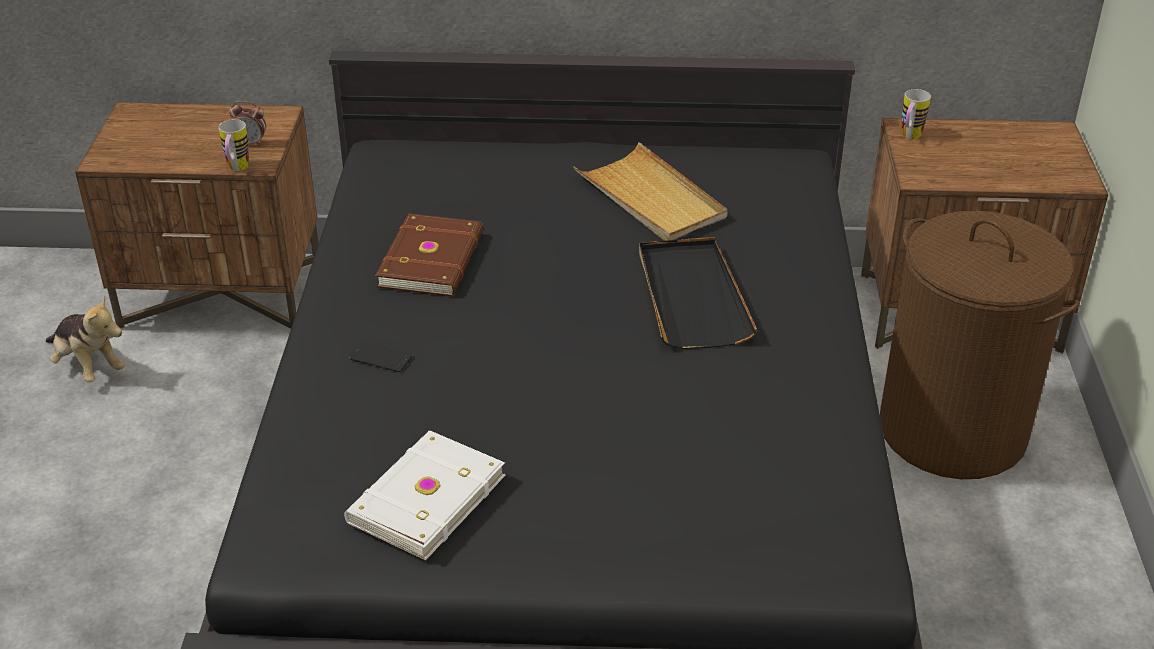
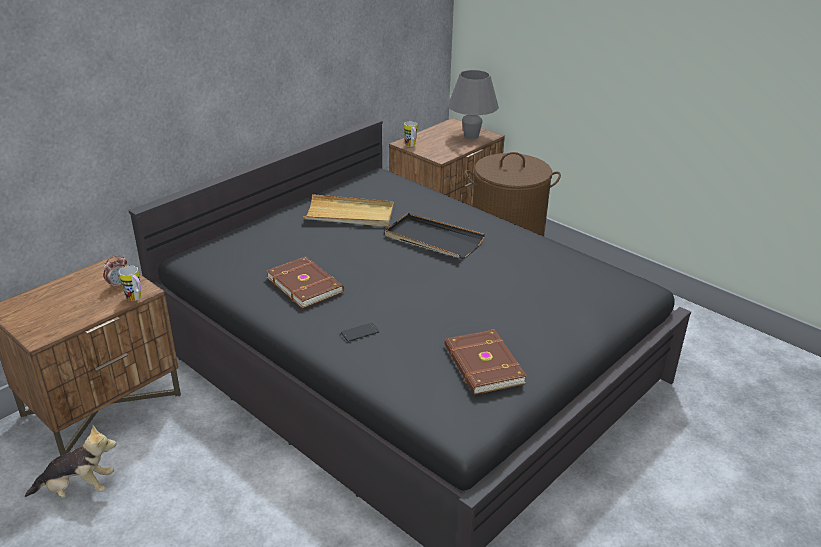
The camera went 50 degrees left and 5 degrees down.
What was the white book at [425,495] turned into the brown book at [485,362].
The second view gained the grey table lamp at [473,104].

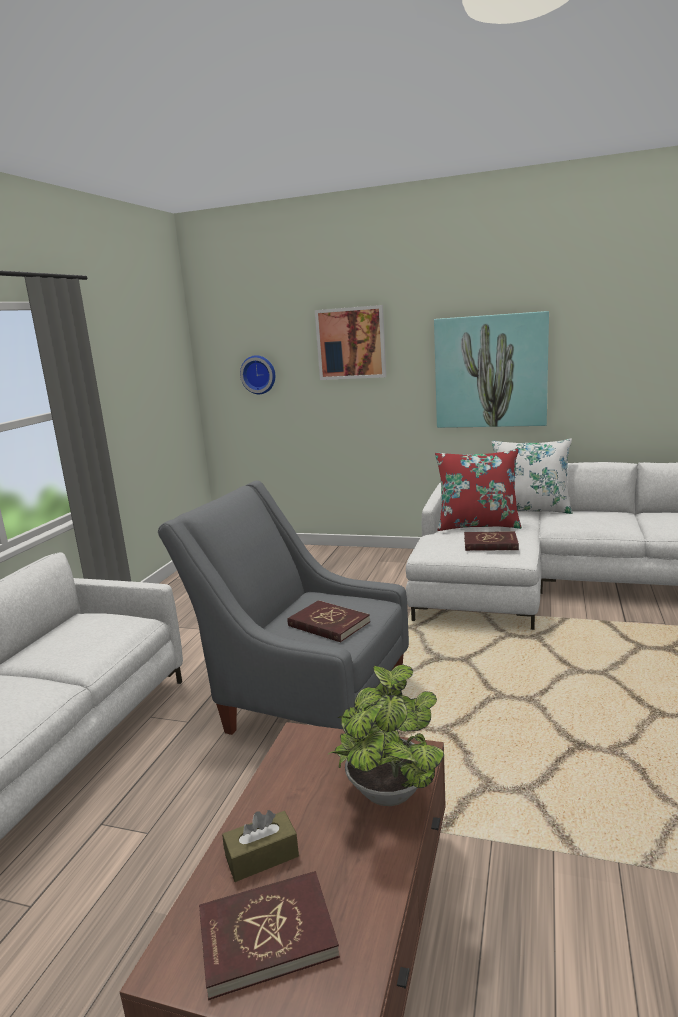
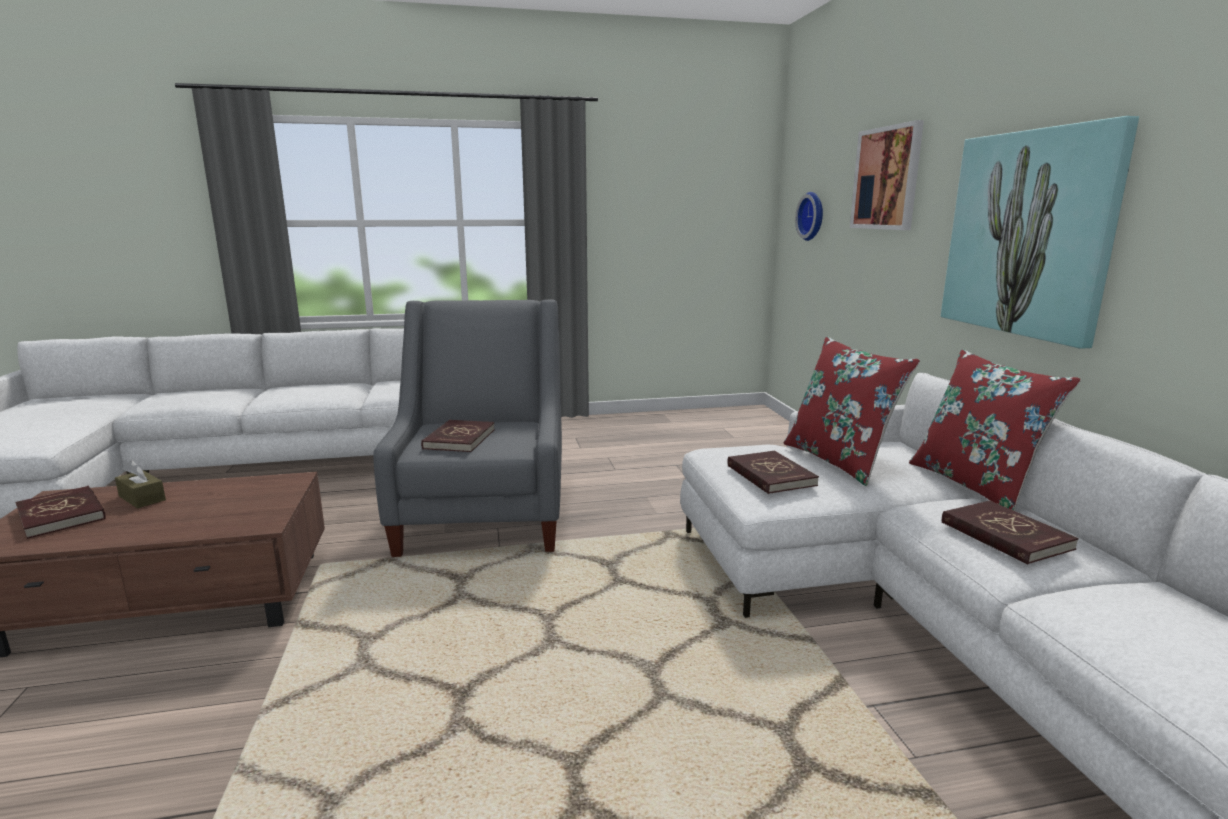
The camera went 60 degrees right and 0 degrees up.
What was the white pillow at [532,476] turned into the red pillow at [995,430].
The second view gained the red book at [1010,532].
The second view lost the potted plant at [386,735].

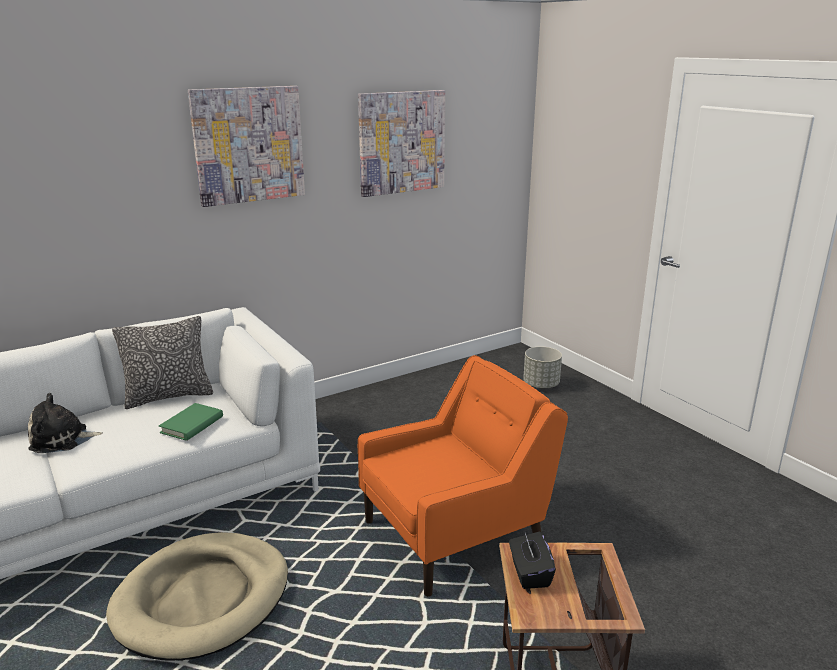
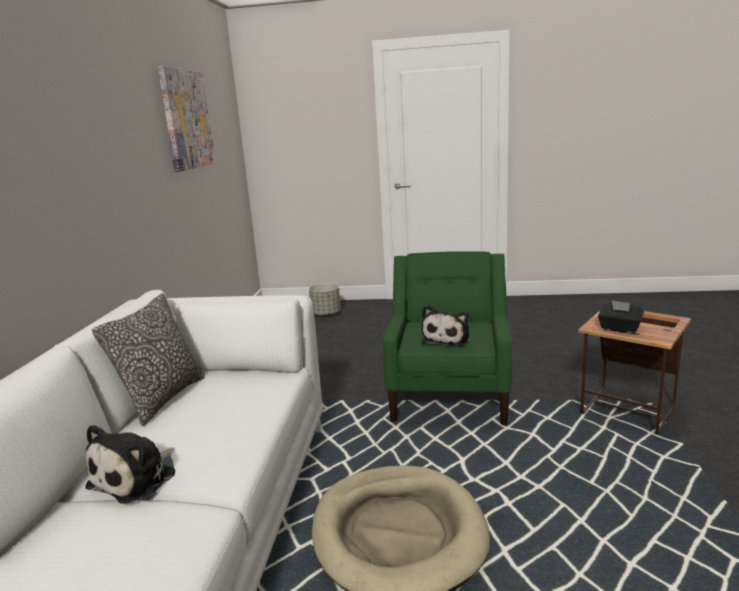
The camera went 50 degrees left and 5 degrees down.
What was the orange armchair at [463,476] turned into the green armchair at [447,338].
The second view gained the plush toy at [445,326].
The second view lost the green book at [191,422].
The second view lost the picture at [246,146].

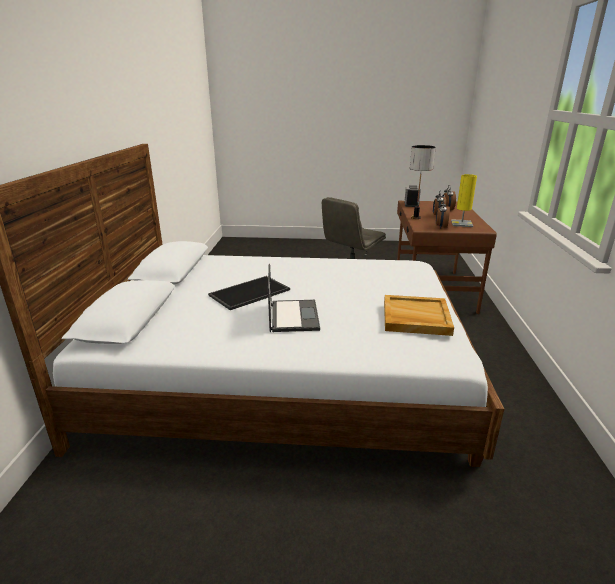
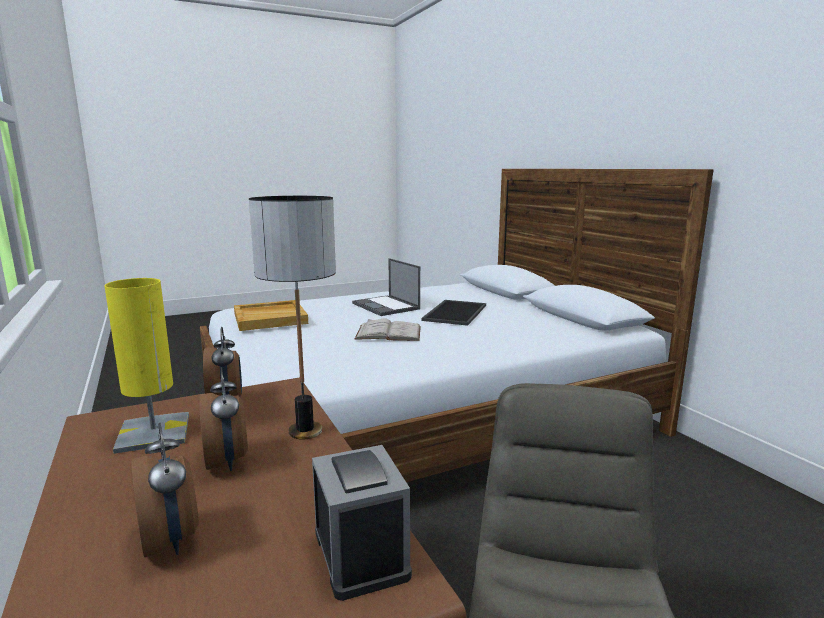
The camera went 150 degrees right and 10 degrees down.
The second view gained the white book at [388,329].

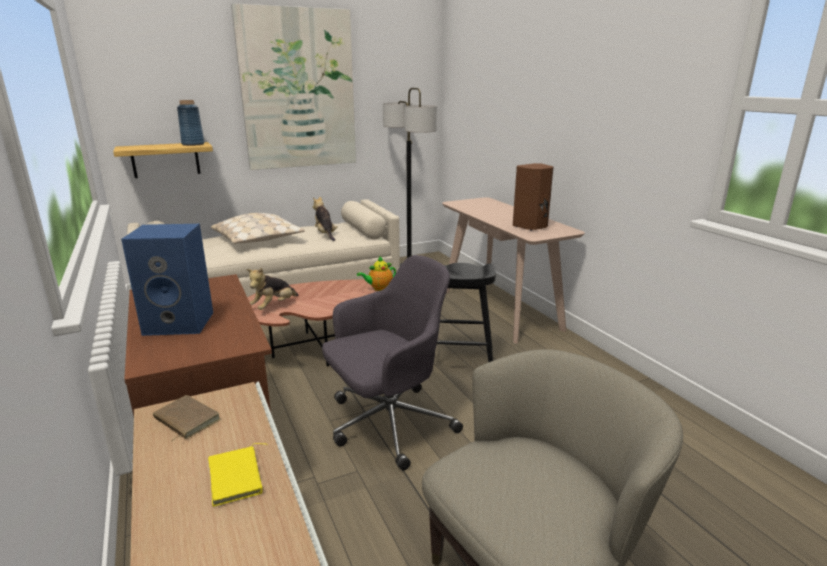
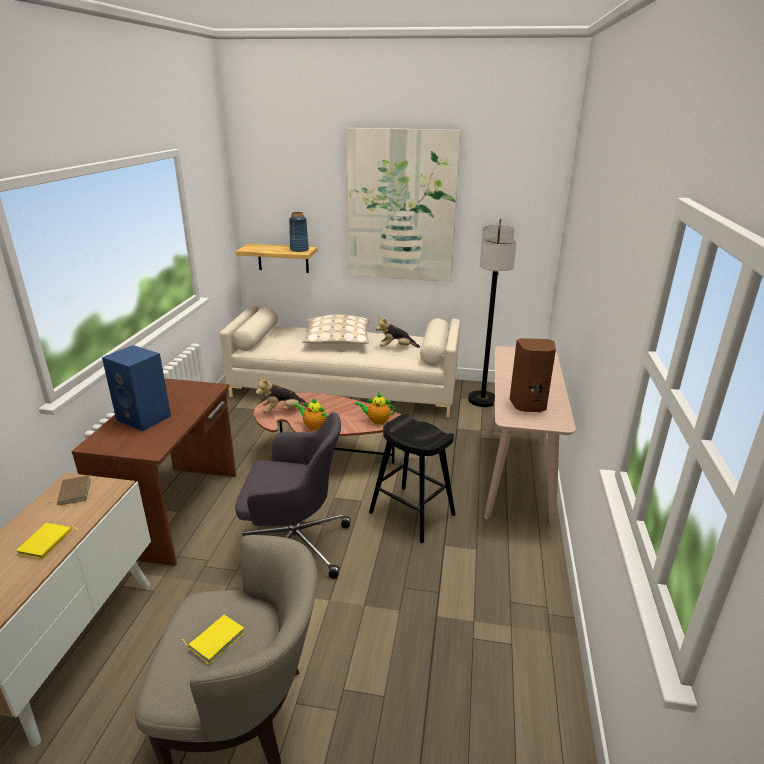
The camera went 35 degrees right and 5 degrees up.
The second view gained the yellow book at [213,639].
The second view gained the teapot at [311,414].
The plush toy at [325,218] ended up facing another way, 105 degrees counterclockwise from before.

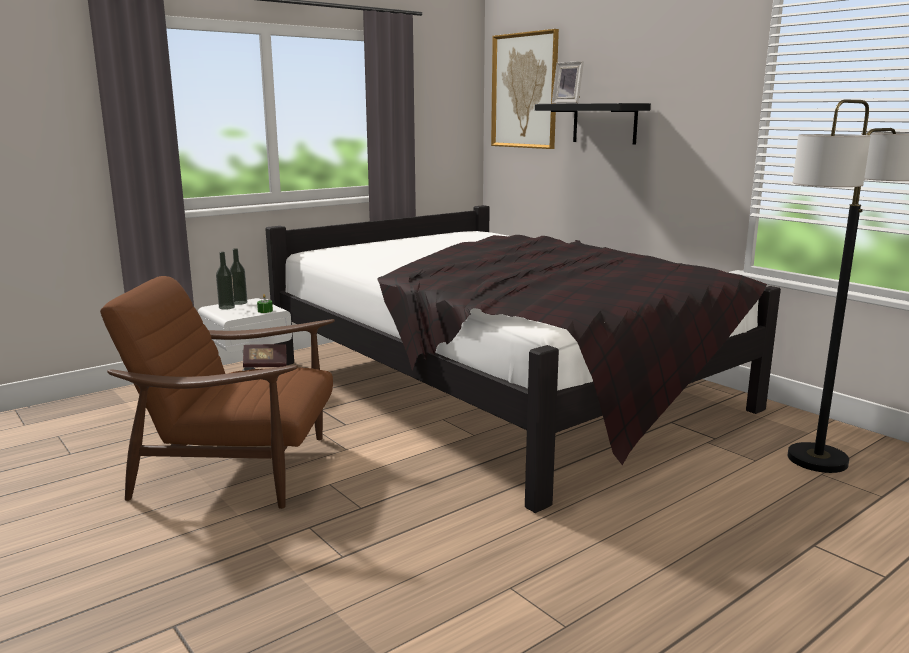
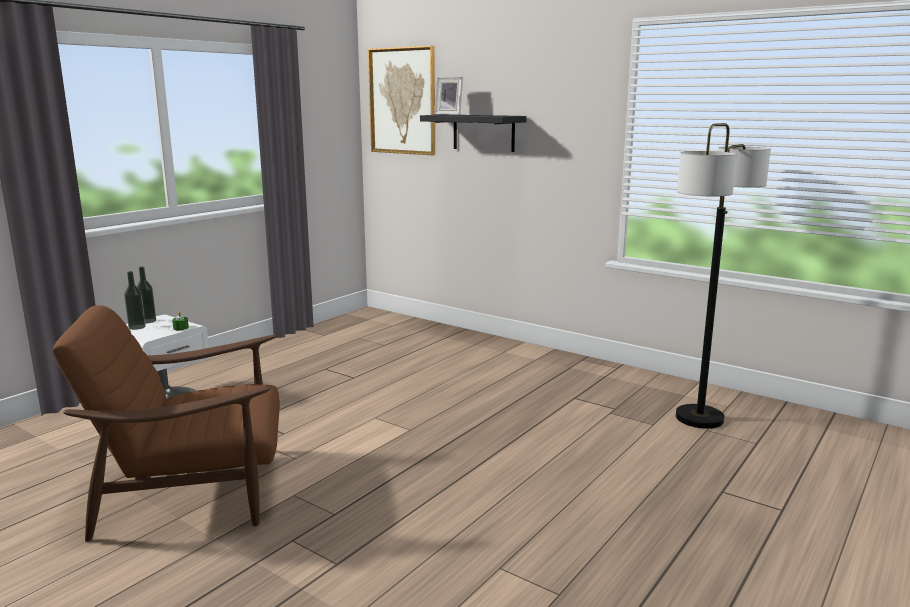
The camera went 15 degrees left and 0 degrees up.
The second view lost the book at [265,356].
The second view lost the black bed at [523,359].

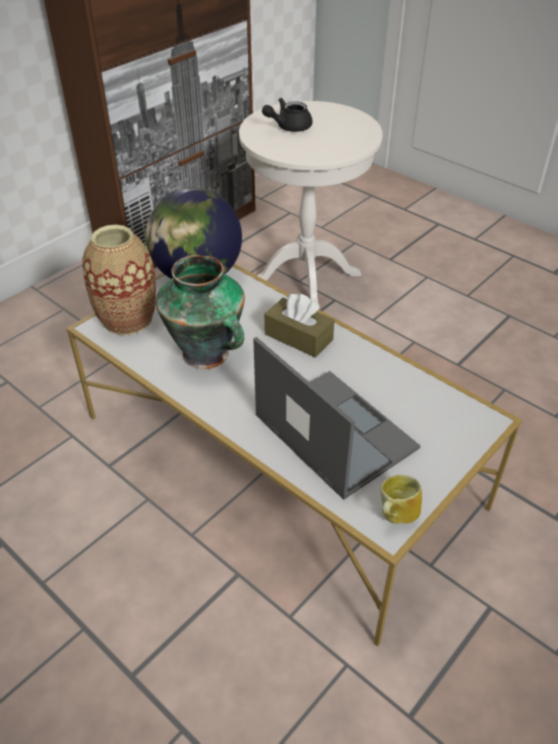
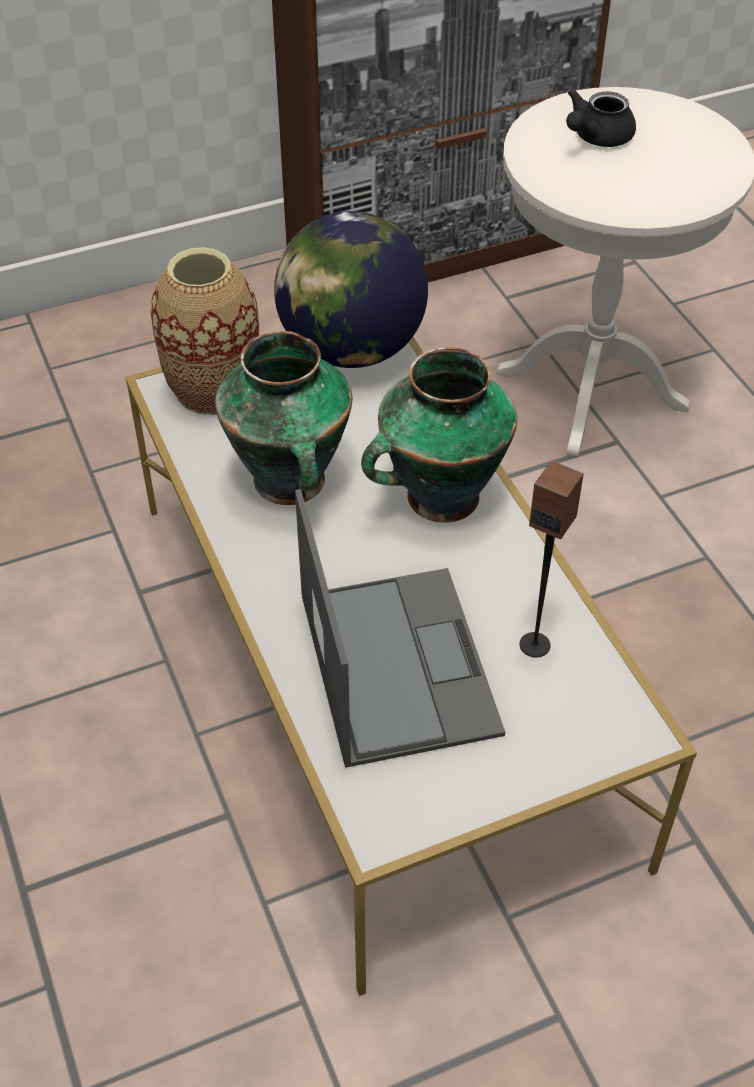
The camera went 25 degrees right and 5 degrees up.
Where the brown tissue box stood at [299,325], the vase came to stand at [439,435].
The second view gained the speaker at [551,559].
The black teapot at [287,115] ended up facing another way, 45 degrees counterclockwise from before.
The second view lost the mug at [401,499].

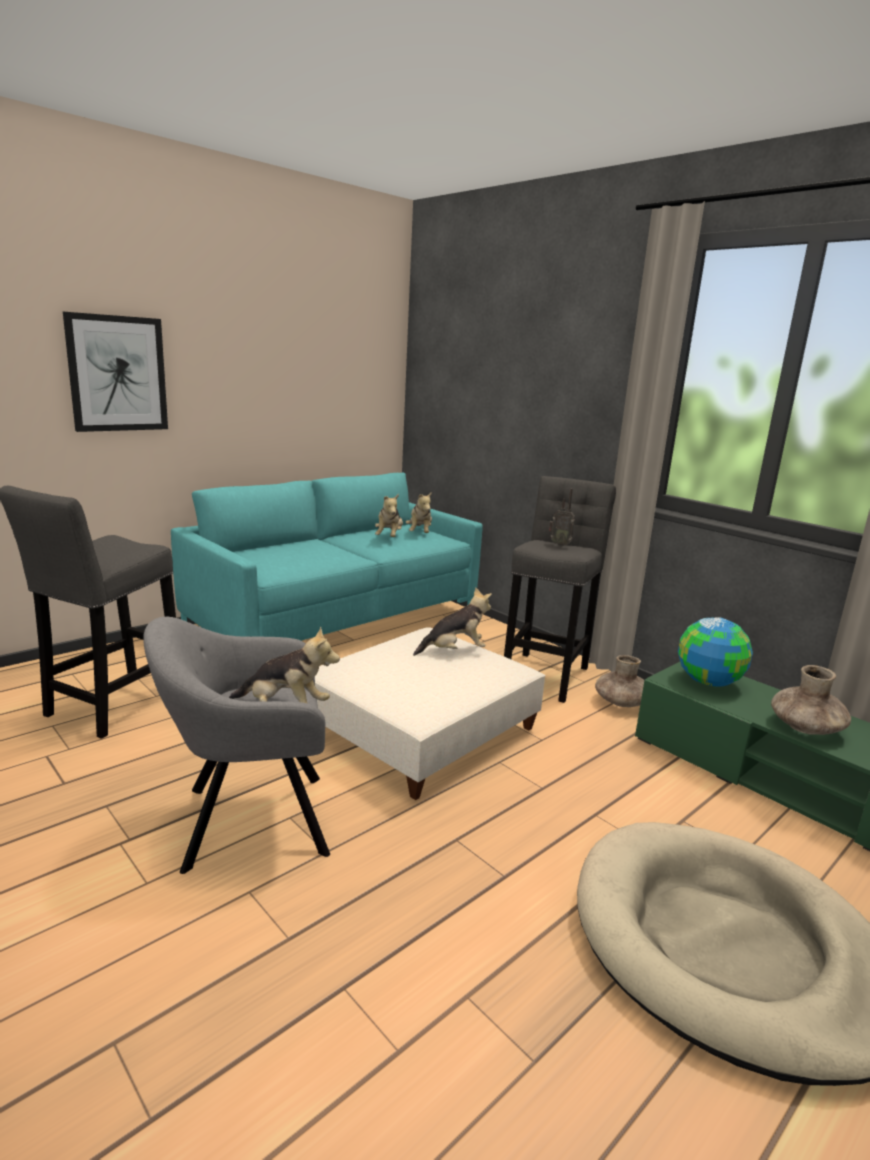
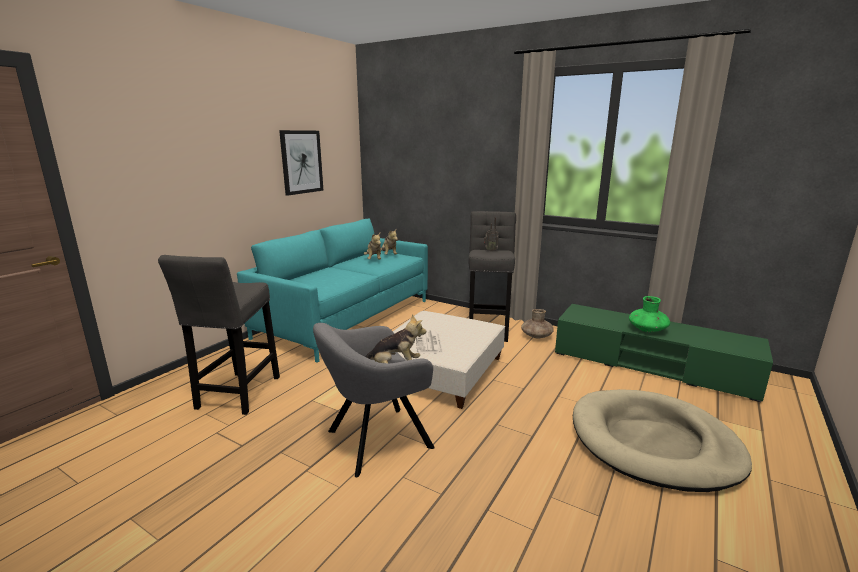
The camera went 15 degrees left and 0 degrees up.
The picture ended up elsewhere, having gone from [115,372] to [301,163].
The second view gained the newspaper at [429,342].
What was the brown vase at [811,700] turned into the green vase at [649,314].
The second view lost the plush toy at [452,622].
The second view lost the globe at [715,652].

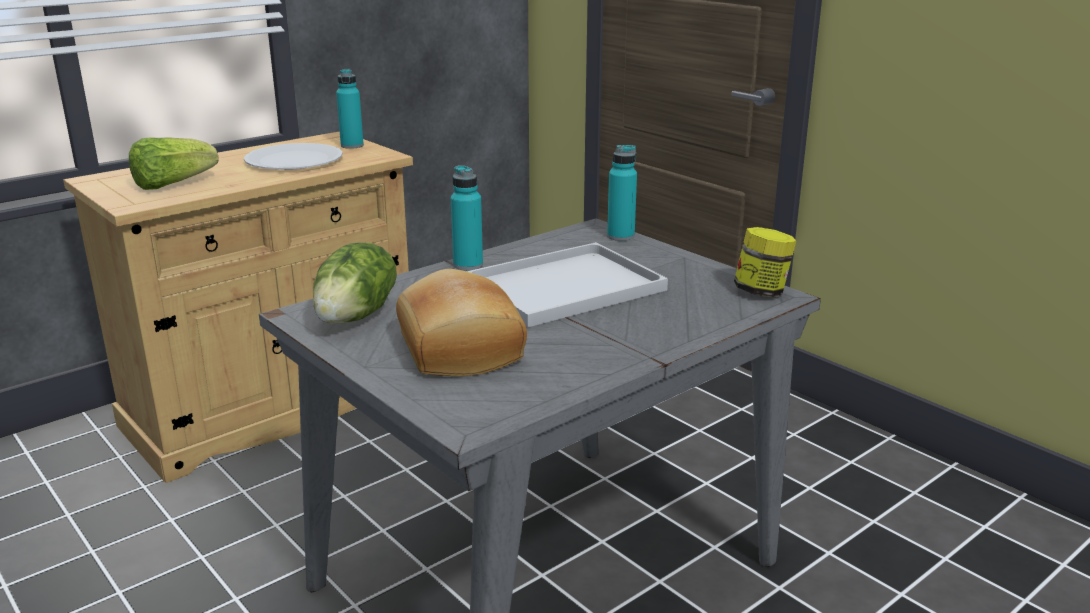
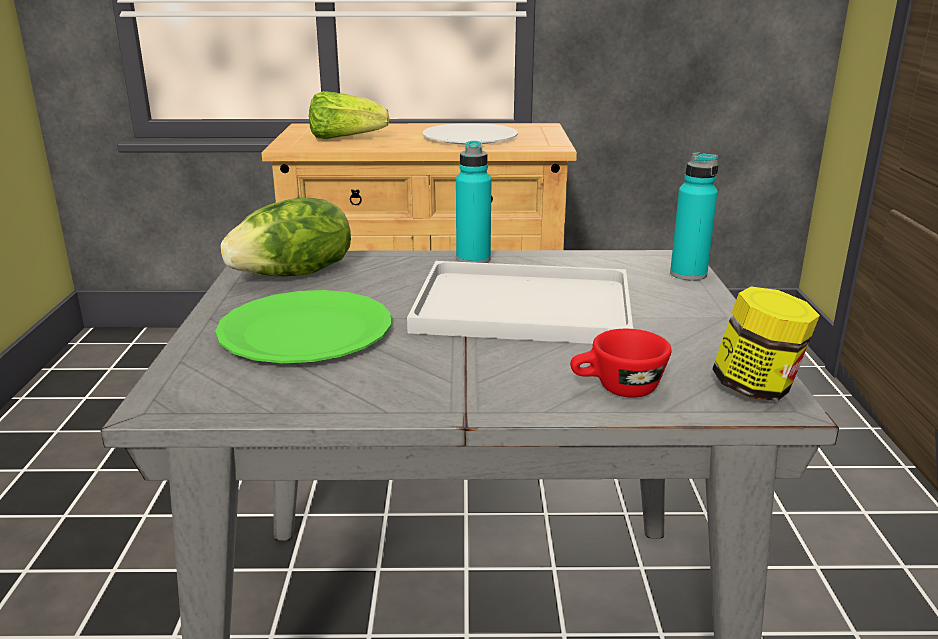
The camera went 40 degrees right and 0 degrees up.
Where the bread stood at [461,322], the green plate came to stand at [303,326].
The second view gained the red cup at [621,363].
The second view lost the turquoise bottle at [350,109].

